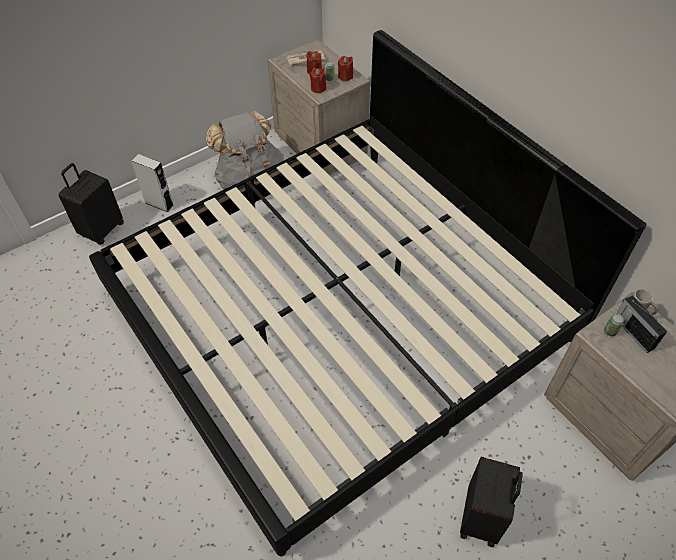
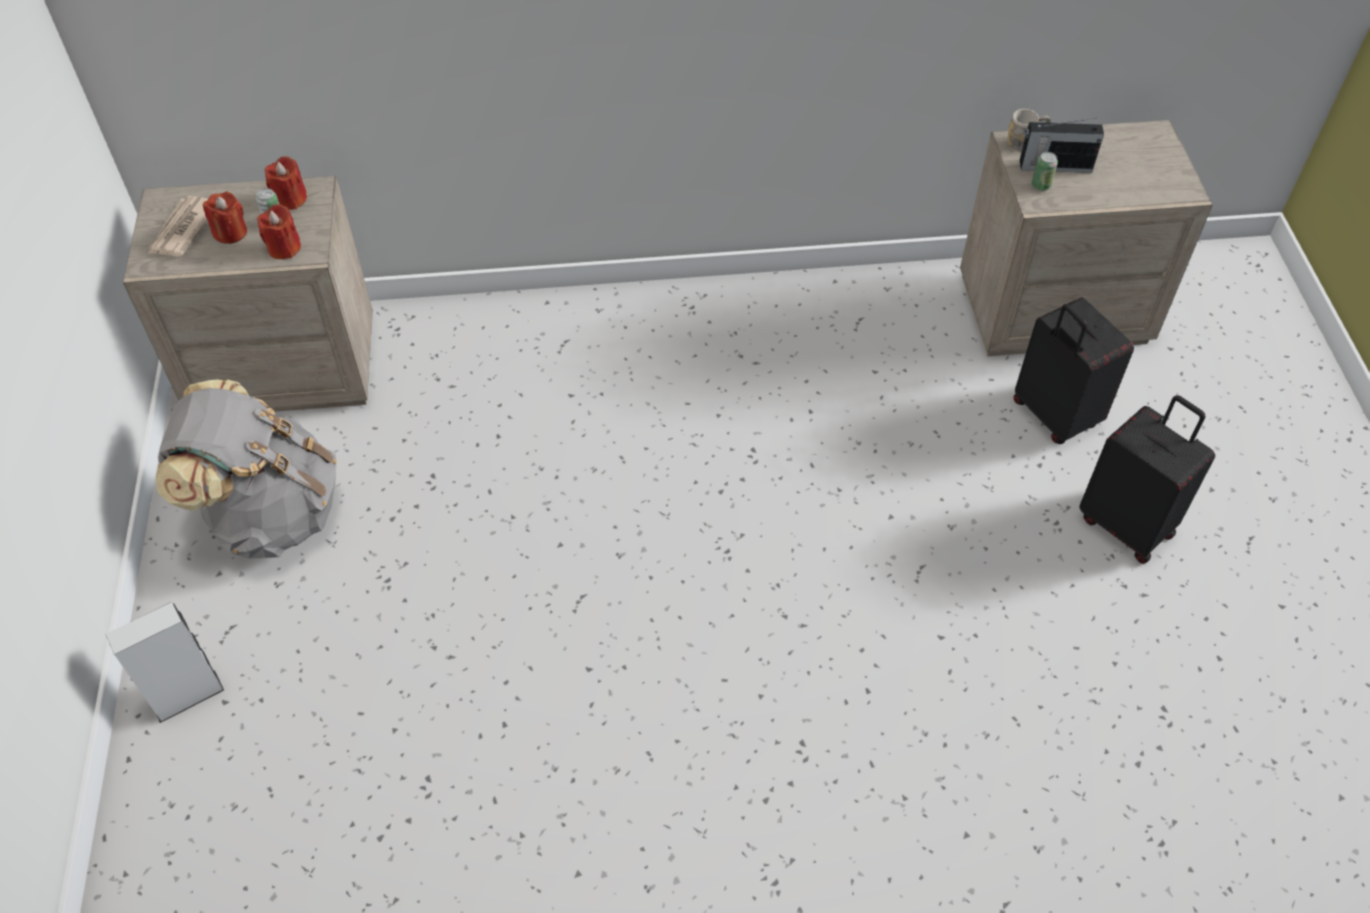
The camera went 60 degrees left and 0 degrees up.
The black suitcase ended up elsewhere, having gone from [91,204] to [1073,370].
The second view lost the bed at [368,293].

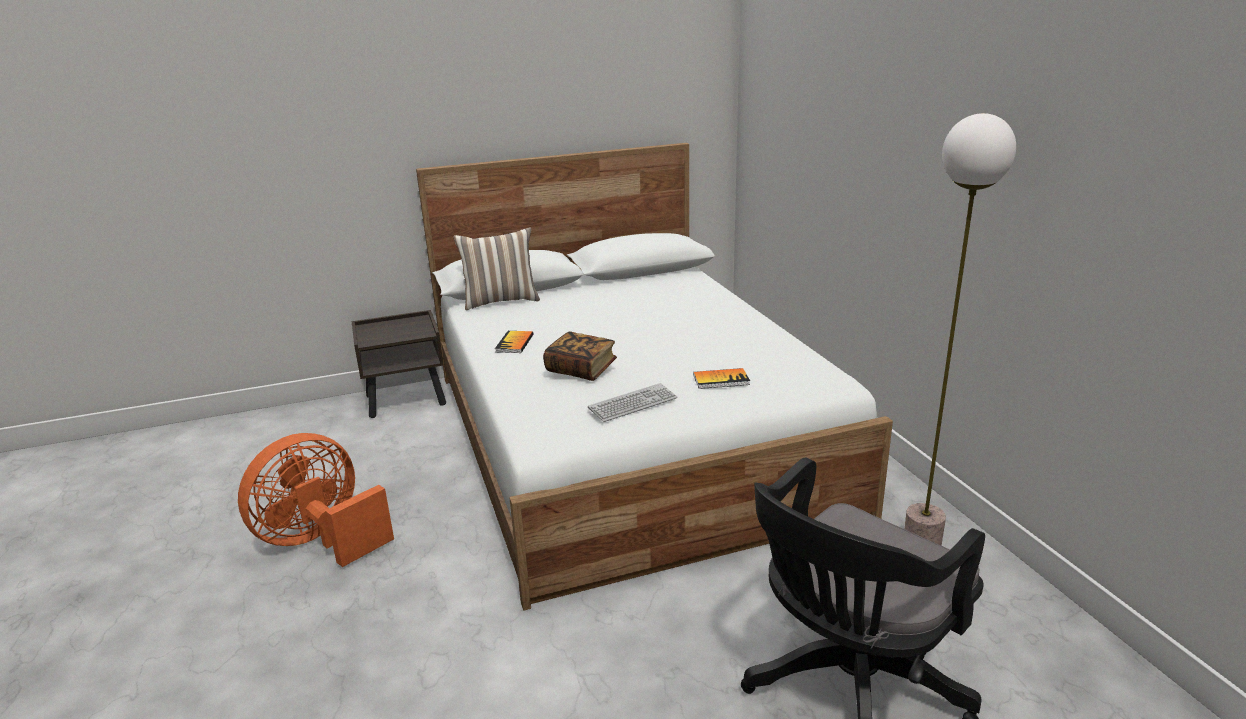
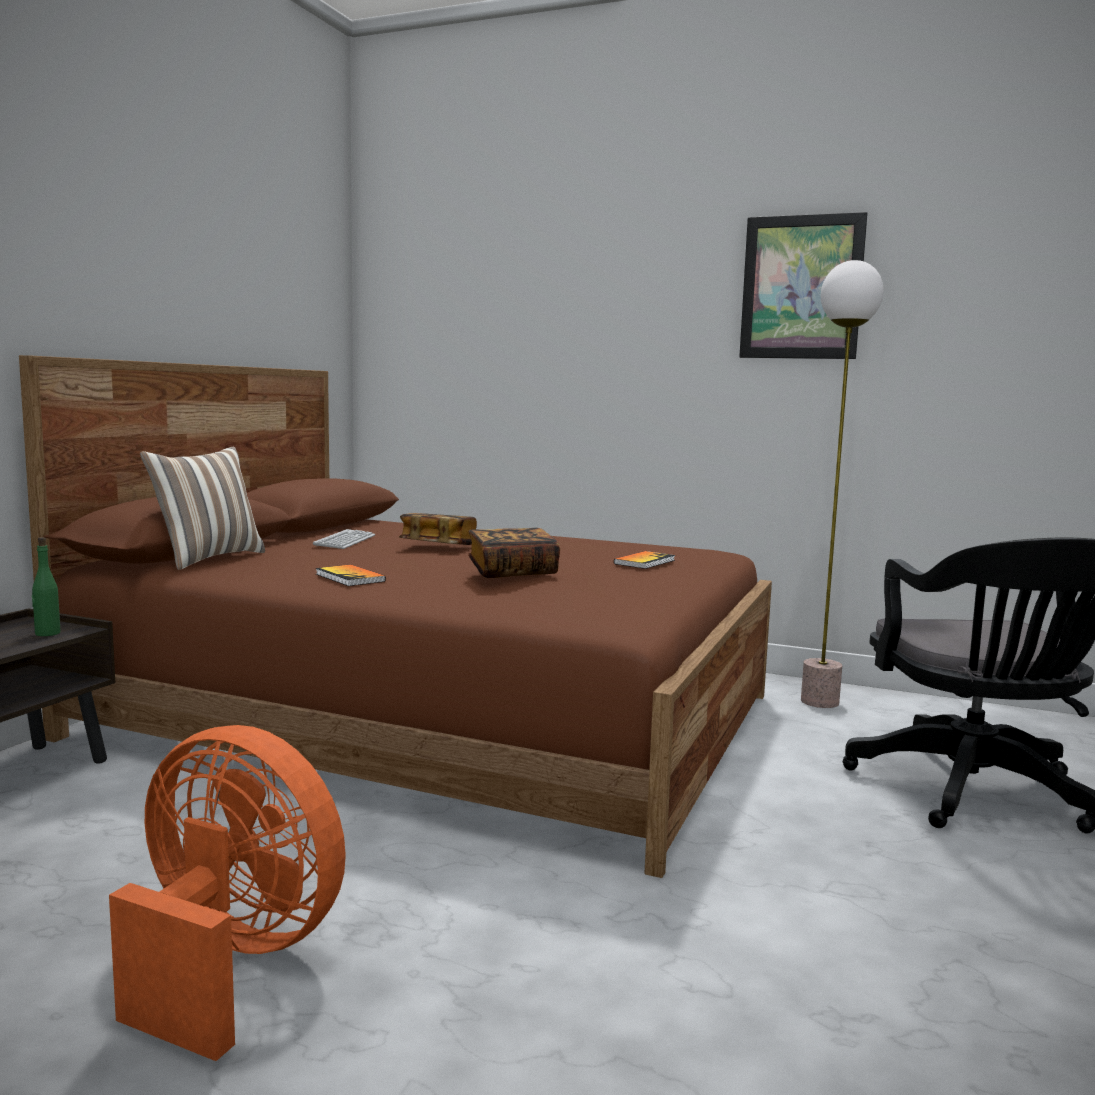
The camera went 50 degrees left and 15 degrees down.
What was the white bed at [654,376] turned into the brown bed at [395,616].
The second view gained the green bottle at [46,586].
The orange fan at [316,500] ended up facing another way, 120 degrees clockwise from before.
The keyboard ended up elsewhere, having gone from [632,402] to [344,539].
The second view gained the book at [438,529].
The second view gained the picture at [803,285].

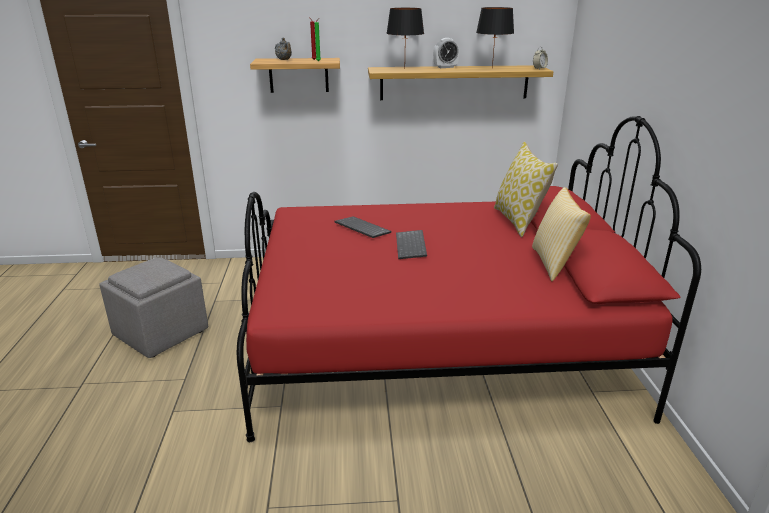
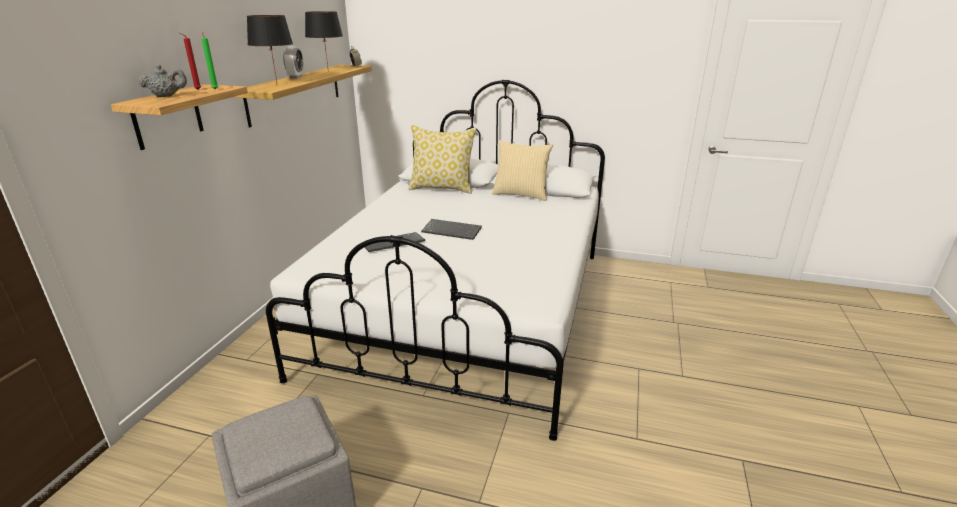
The camera went 70 degrees left and 0 degrees up.
What was the red bed at [469,279] turned into the white bed at [435,260].

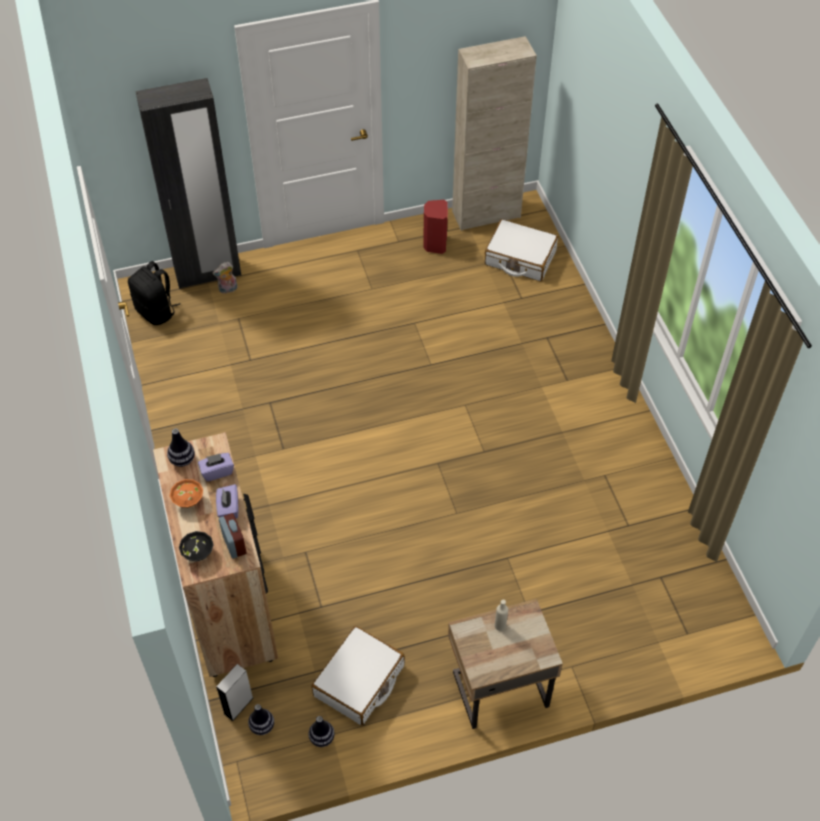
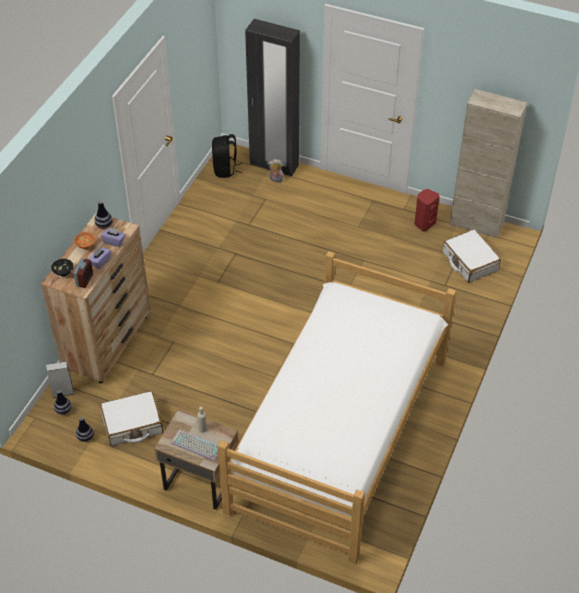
The camera went 40 degrees right and 5 degrees down.
The second view gained the keyboard at [194,445].
The second view gained the bed at [336,407].

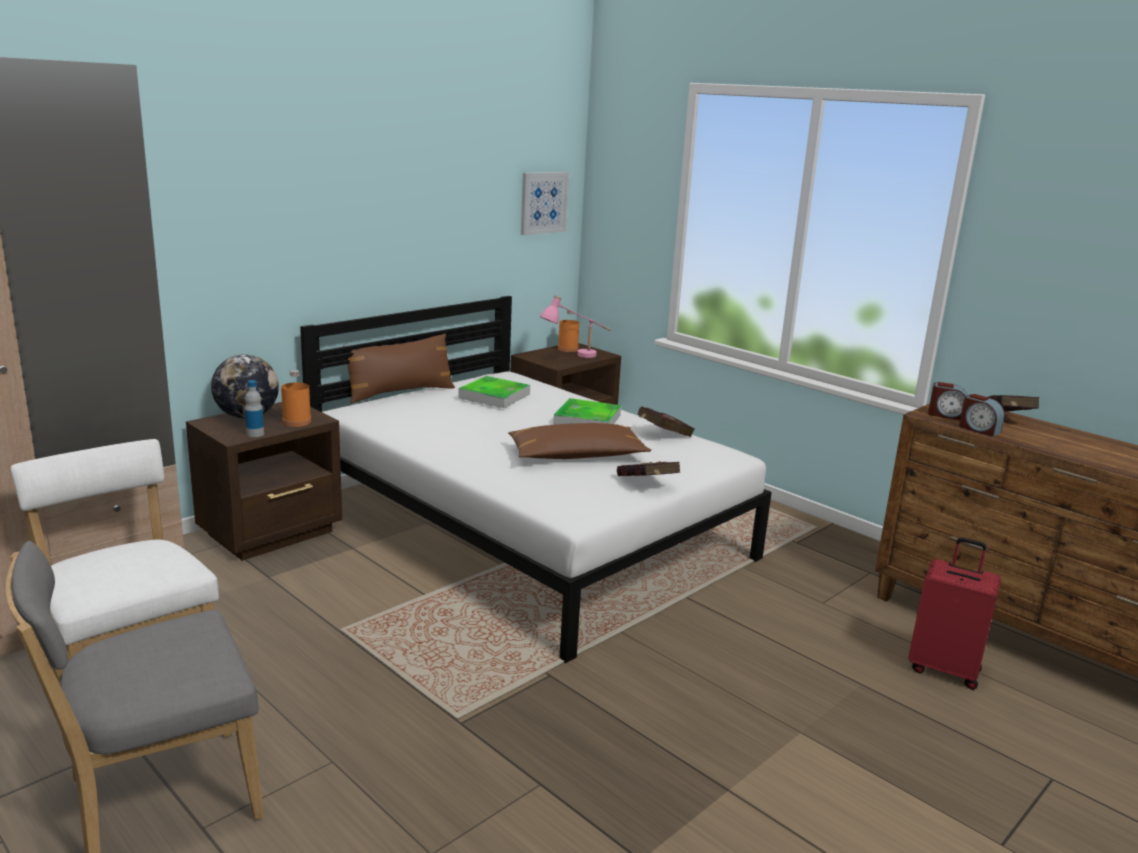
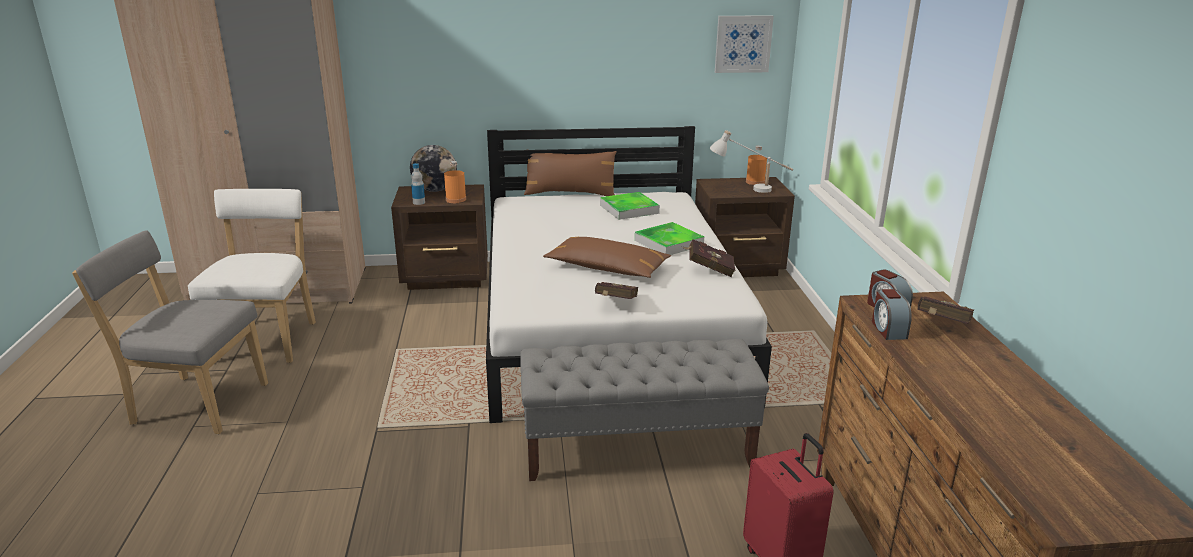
The camera went 40 degrees right and 5 degrees up.
The second view gained the grey bench at [644,410].
What was the pink table lamp at [575,326] turned into the white table lamp at [751,161].

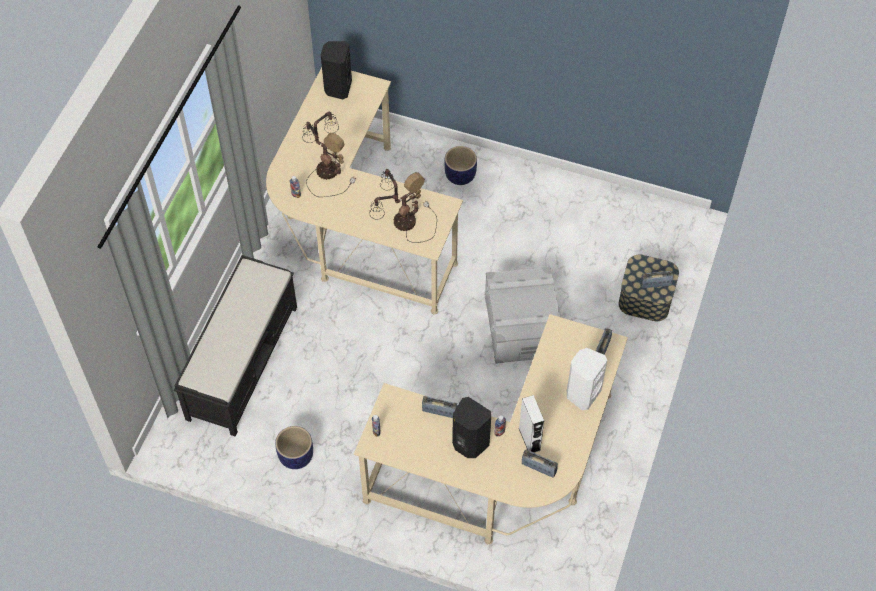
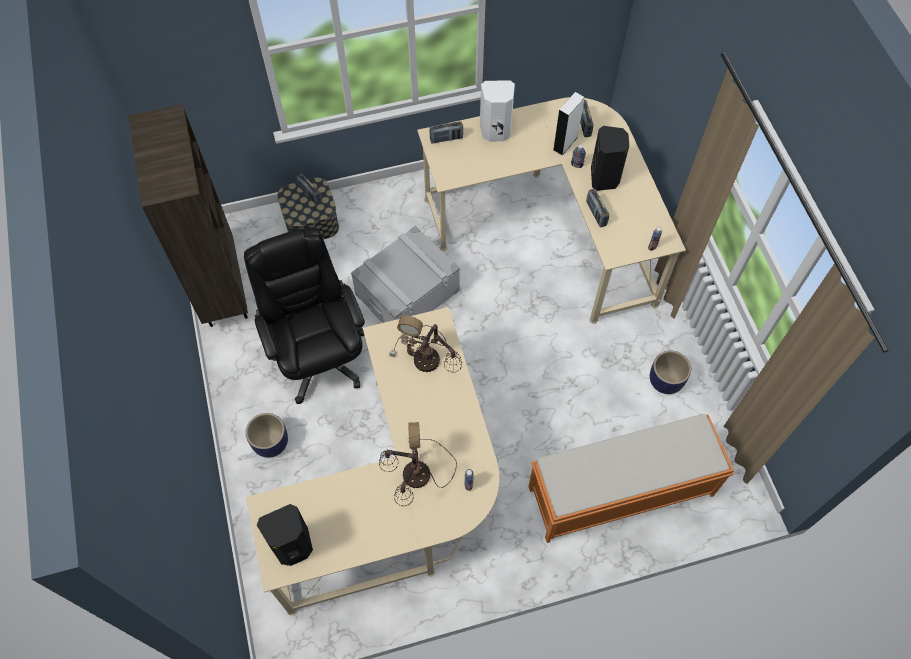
The camera went 125 degrees left and 5 degrees up.
The second view gained the brown bookcase at [188,215].
The second view gained the black office chair at [304,315].
What was the black bench at [235,345] turned into the orange bench at [631,478].

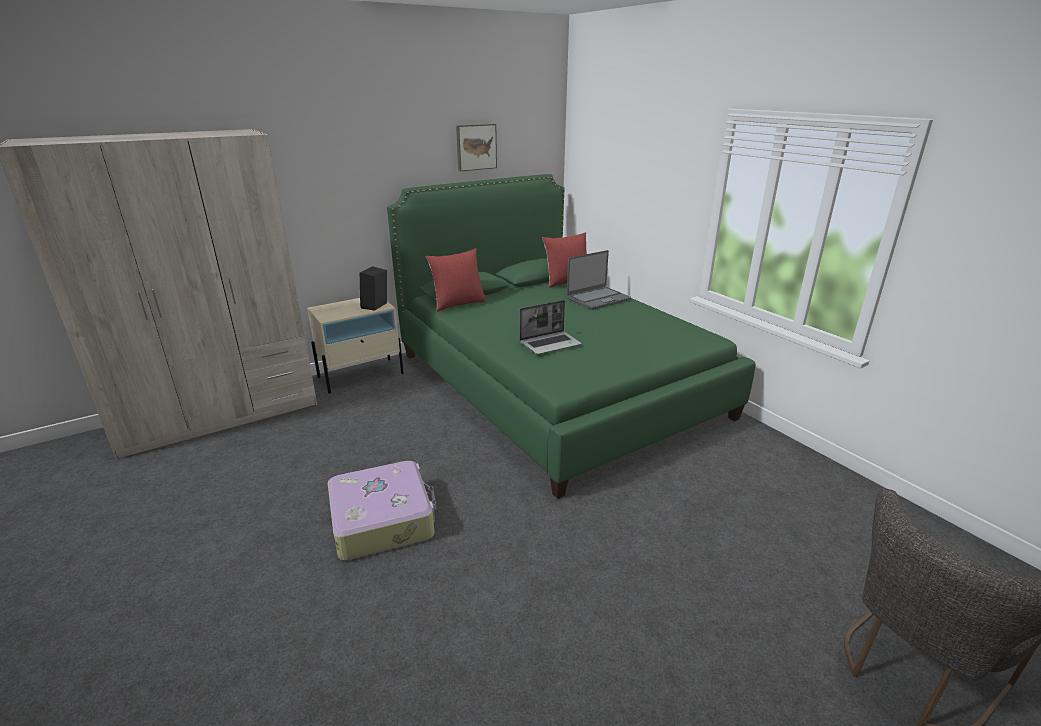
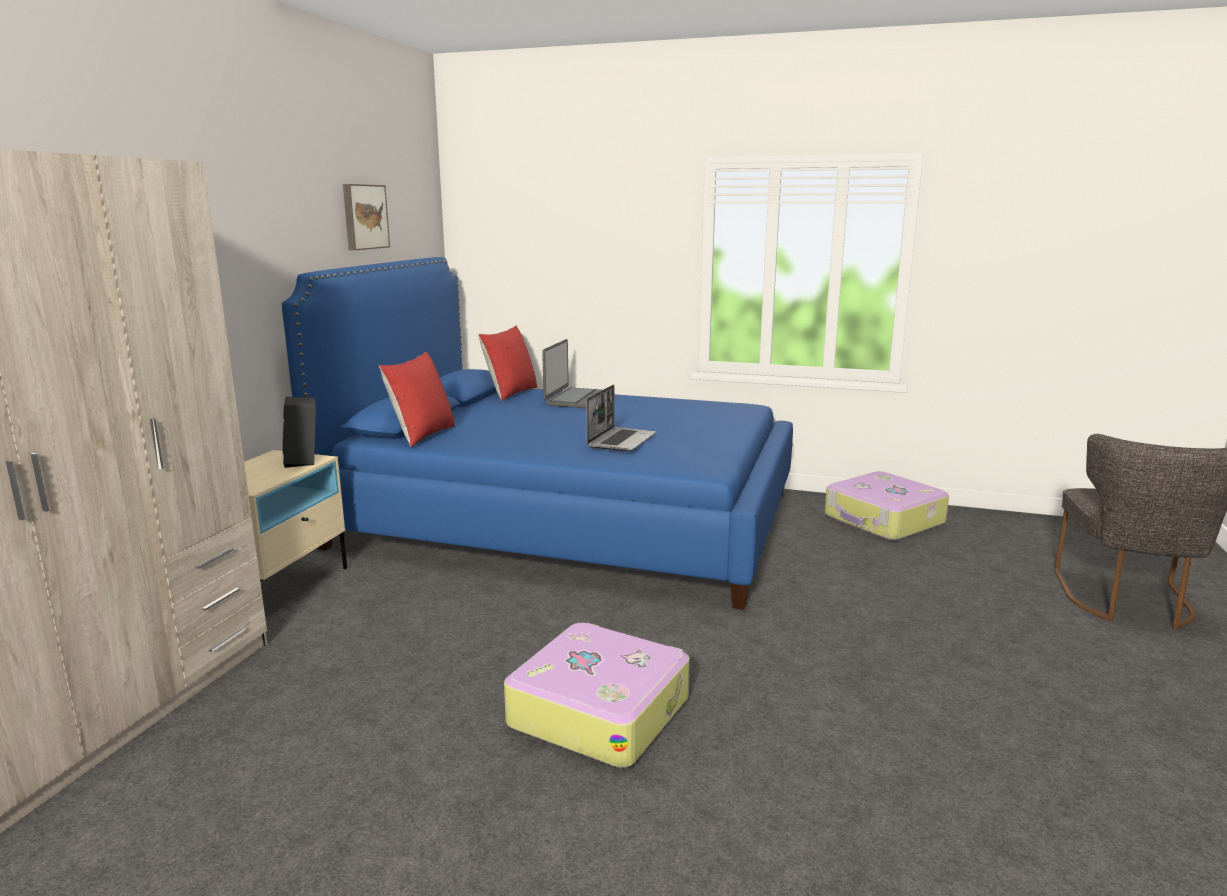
The camera went 40 degrees left and 10 degrees down.
What was the green bed at [571,336] turned into the blue bed at [537,433].
The second view gained the suitcase at [887,506].

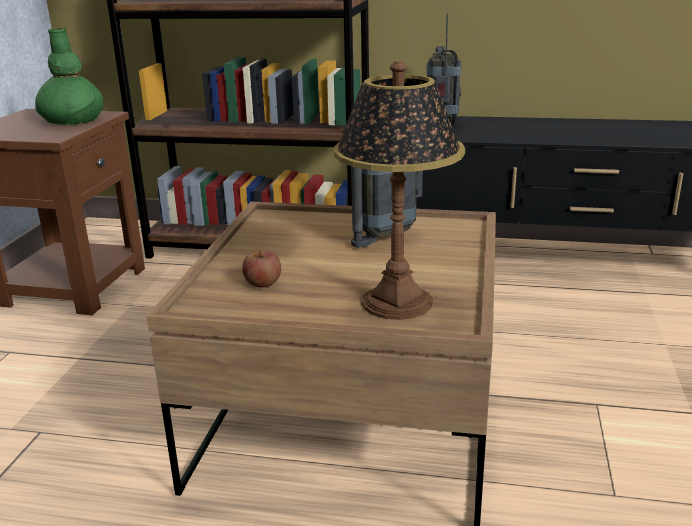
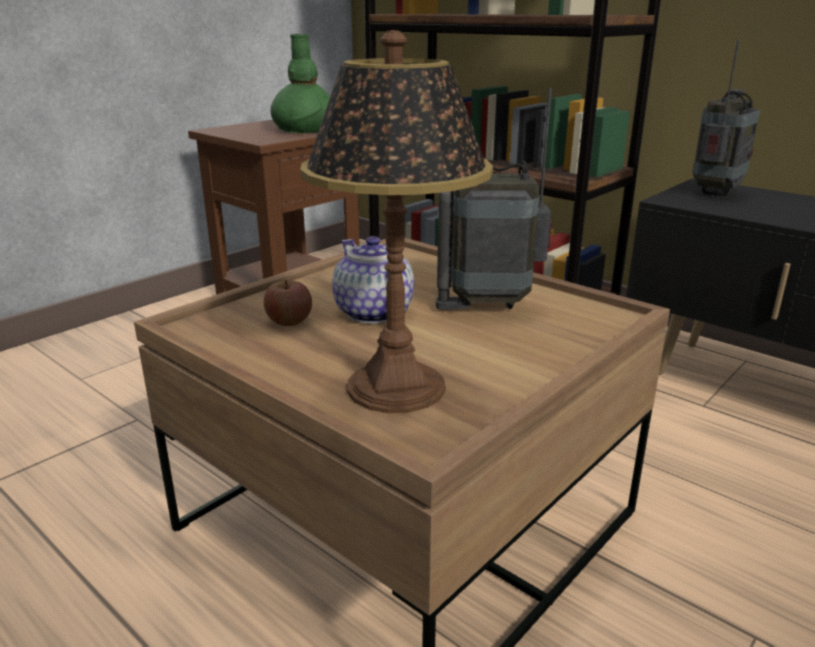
The camera went 30 degrees right and 0 degrees up.
The second view gained the teapot at [373,280].

